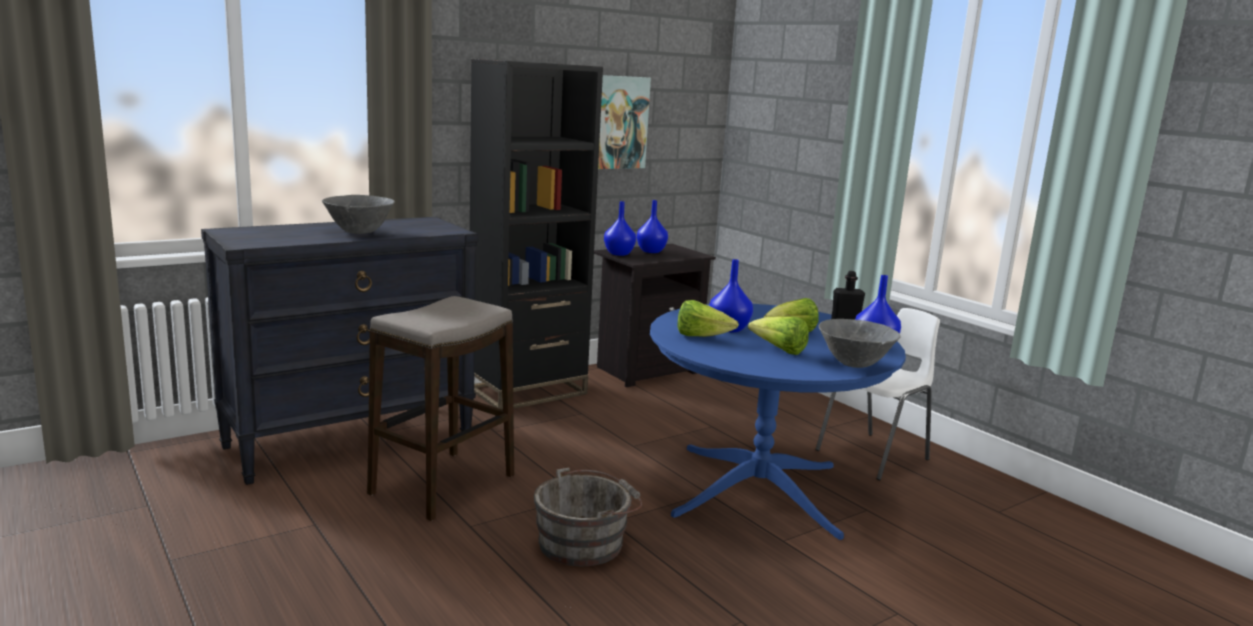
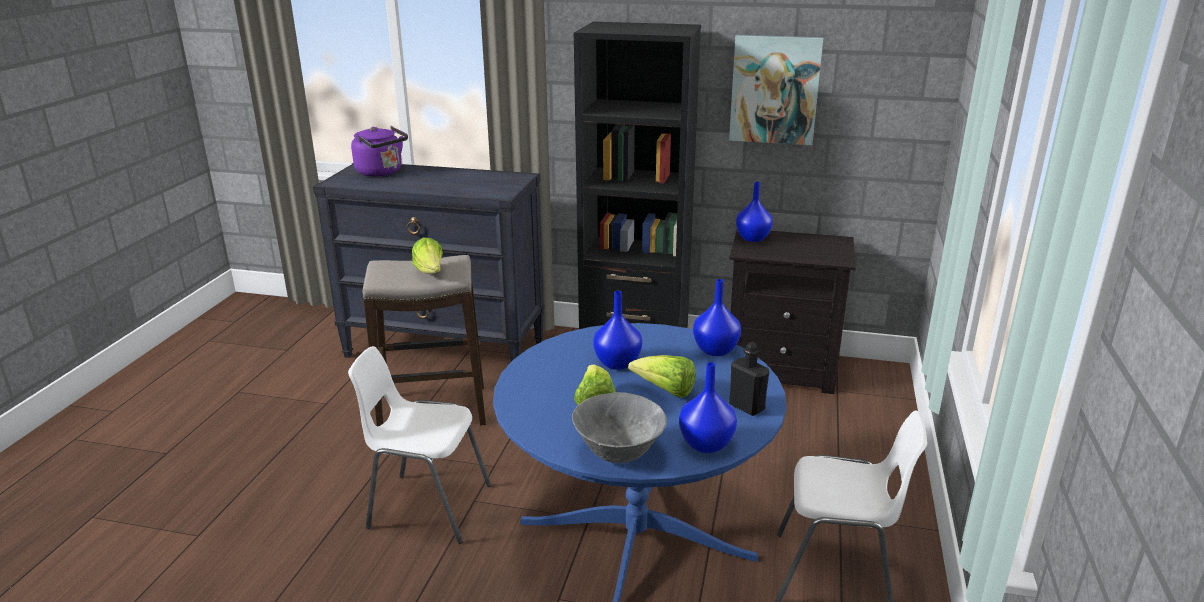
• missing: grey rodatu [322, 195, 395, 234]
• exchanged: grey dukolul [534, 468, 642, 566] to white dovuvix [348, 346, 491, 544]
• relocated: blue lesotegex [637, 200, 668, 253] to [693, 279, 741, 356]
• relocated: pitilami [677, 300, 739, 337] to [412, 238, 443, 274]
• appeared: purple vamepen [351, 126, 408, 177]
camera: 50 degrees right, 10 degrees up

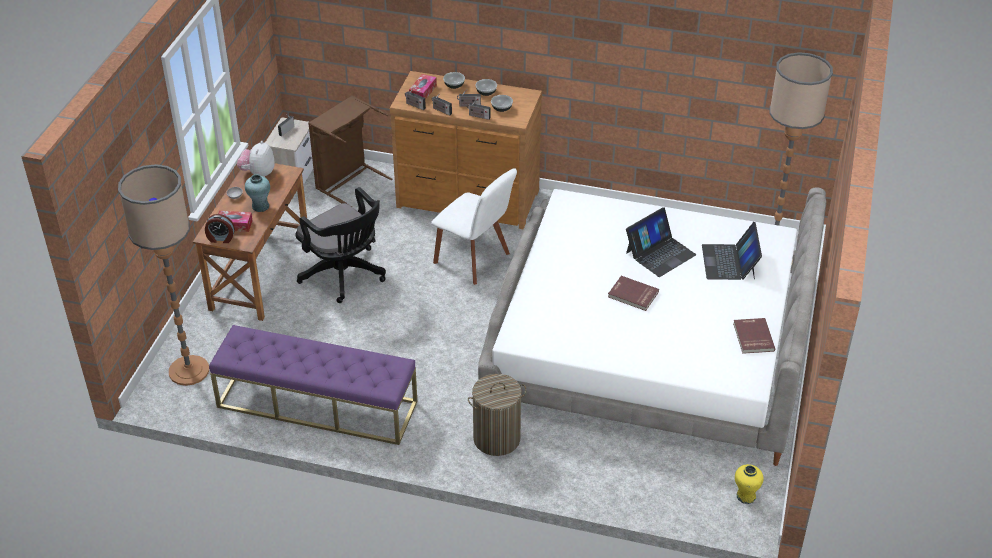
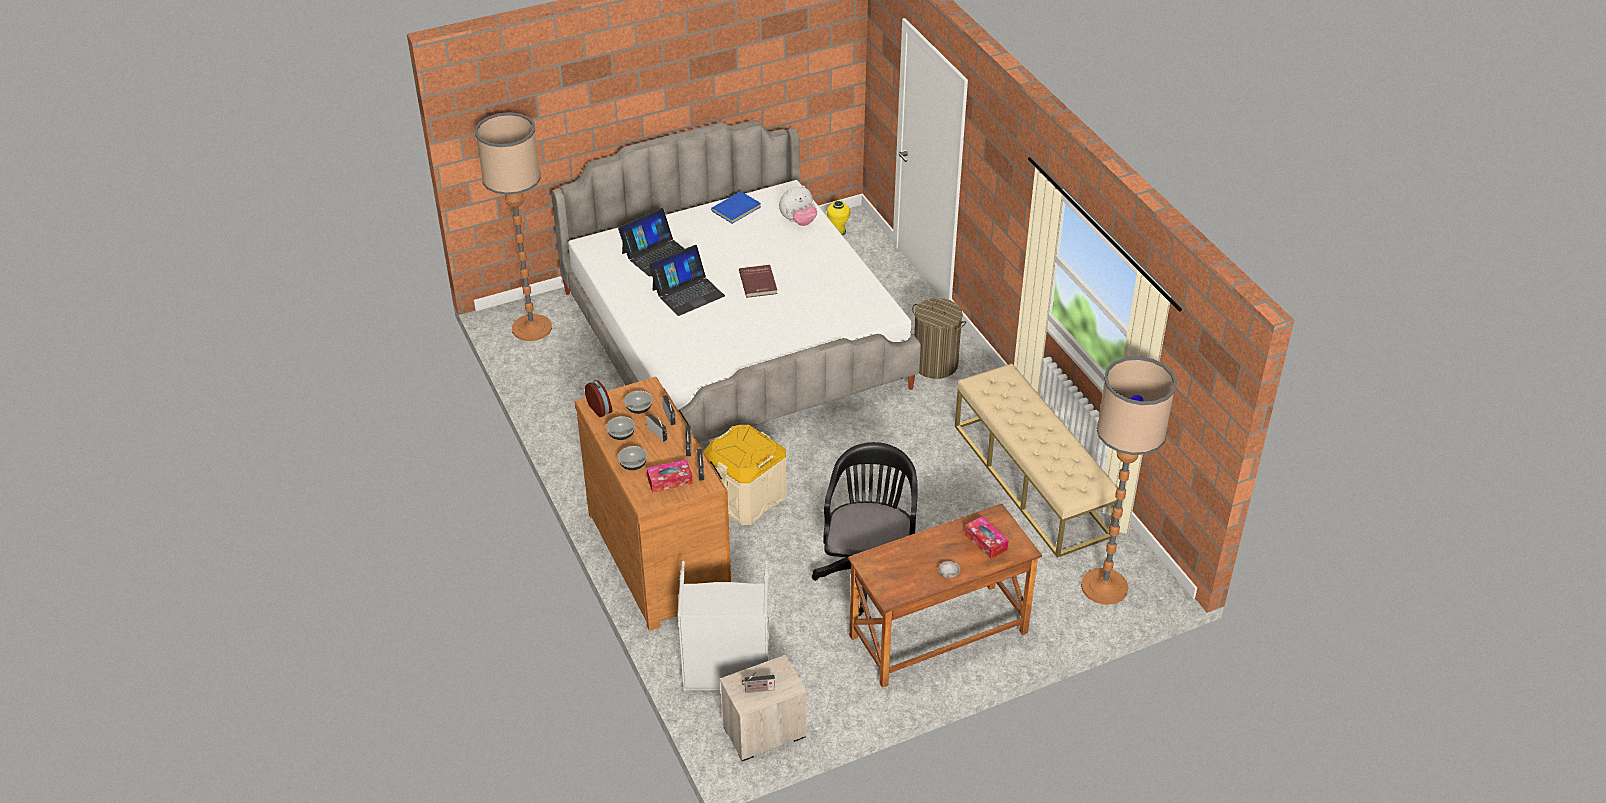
• relocated: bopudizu [205, 214, 235, 243] to [585, 380, 612, 417]
• colour: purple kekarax [209, 325, 418, 445] to beige kekarax [955, 364, 1118, 558]
• relocated: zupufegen [237, 141, 274, 177] to [779, 185, 817, 226]
• missing: turquoise lesotegex [245, 174, 270, 212]
• colour: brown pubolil [308, 95, 392, 203] to grey pubolil [677, 561, 770, 691]
• exchanged: white dovuvix [431, 168, 517, 285] to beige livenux [703, 425, 787, 525]
• spun: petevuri [626, 207, 696, 277] = [649, 245, 725, 316] 135 degrees clockwise
• colour: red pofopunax [733, 318, 775, 354] to blue pofopunax [711, 191, 761, 224]
camera: 130 degrees left, 0 degrees up

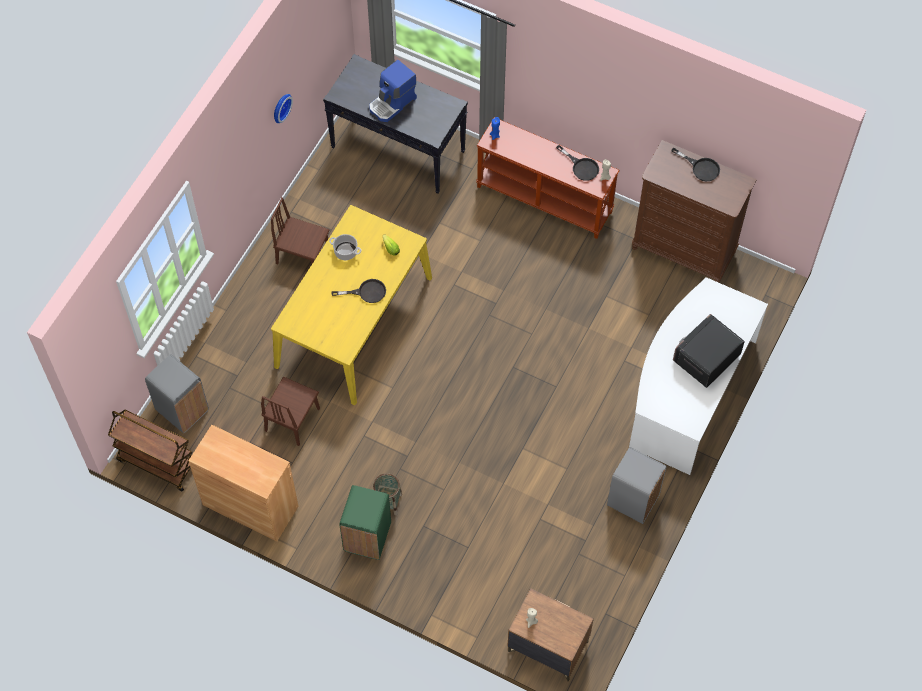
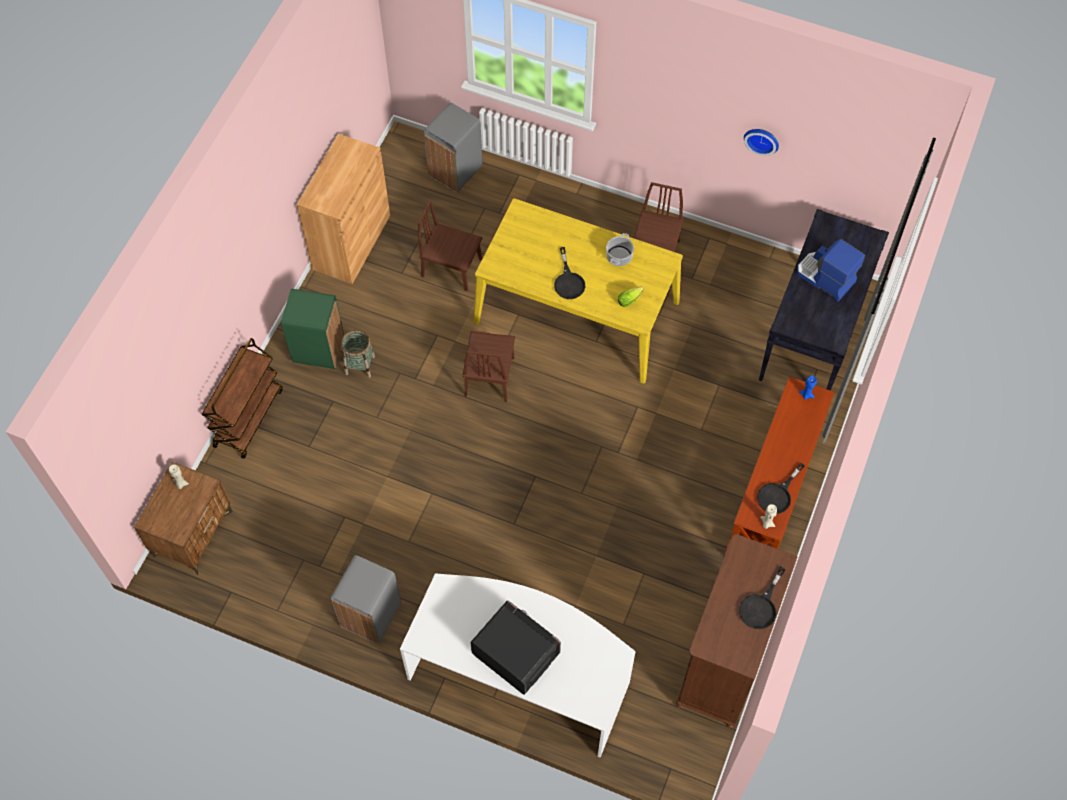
• relocated: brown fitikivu [108, 410, 192, 492] to [202, 338, 283, 459]
• appeared: brown dovuvix [462, 331, 515, 402]
camera: 85 degrees right, 0 degrees up

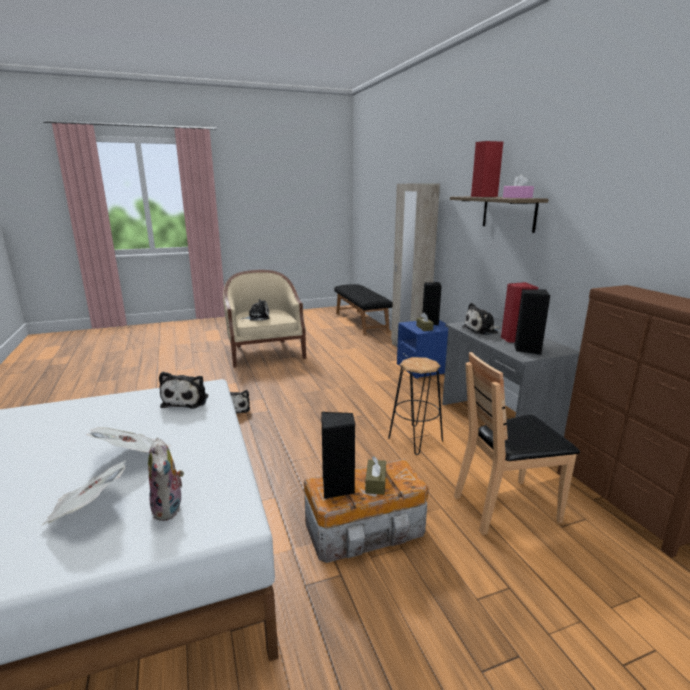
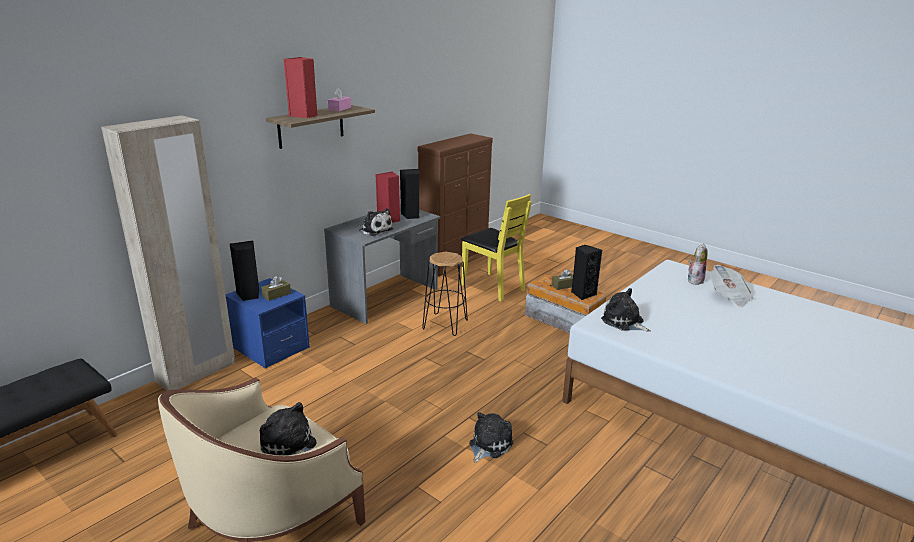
• missing: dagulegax [86, 427, 171, 453]
• spun: zupufegen [159, 372, 208, 409] = [601, 288, 651, 332] 105 degrees counterclockwise
• colour: brown dovuvix [454, 352, 580, 535] to yellow dovuvix [461, 194, 532, 301]
camera: 120 degrees left, 5 degrees up

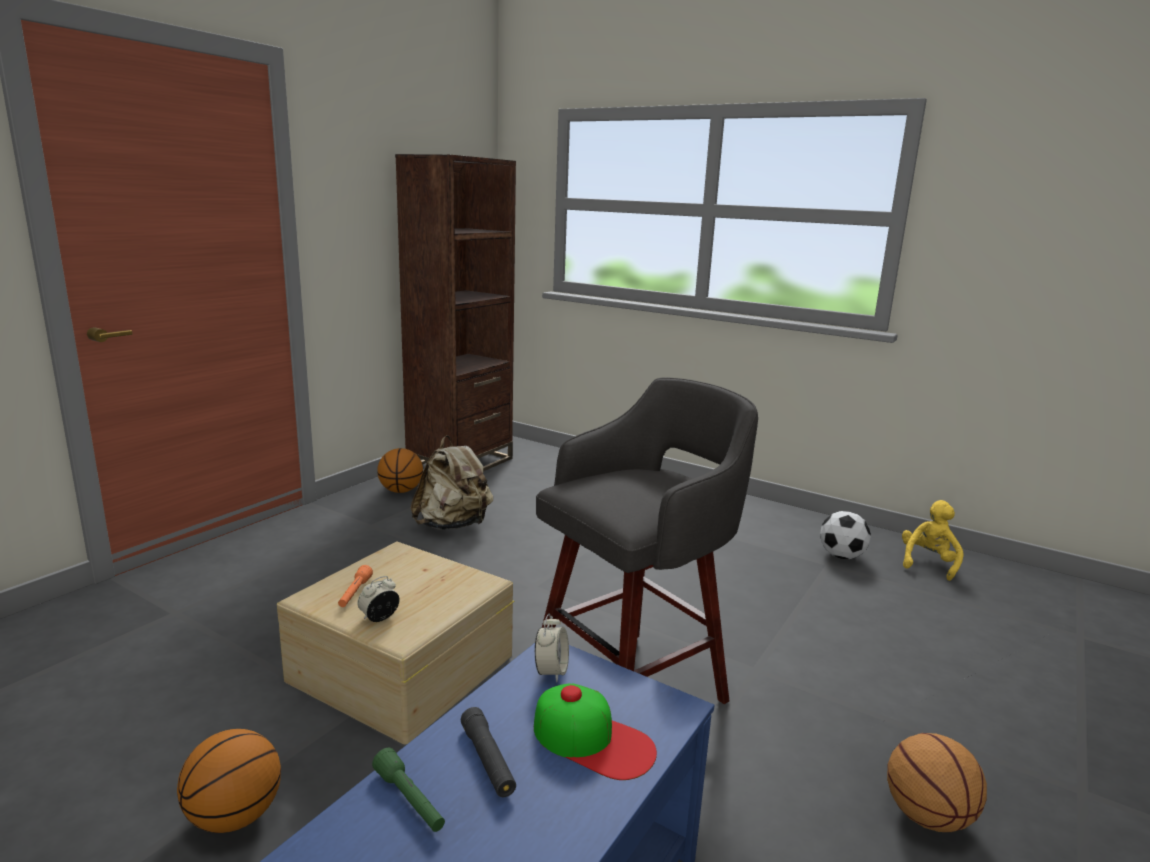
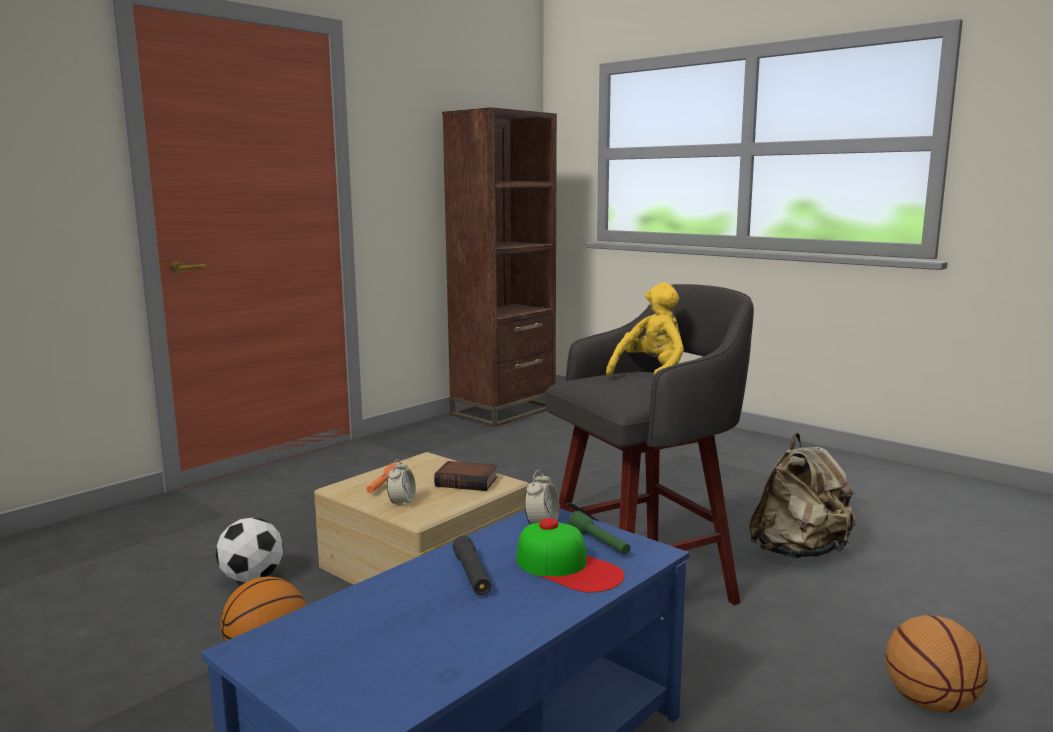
• spun: bopudizu [357, 576, 400, 622] = [387, 459, 416, 508] 135 degrees clockwise
• relocated: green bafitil [372, 748, 445, 832] to [569, 511, 631, 555]
• missing: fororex [377, 448, 423, 493]
• relocated: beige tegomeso [410, 435, 493, 530] to [749, 433, 856, 558]
• relocated: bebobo [820, 511, 871, 559] to [216, 517, 283, 583]
• relocated: yellow zupufegen [902, 500, 964, 581] to [606, 283, 684, 376]
• appeared: pofopunax [434, 461, 497, 491]
camera: 10 degrees right, 5 degrees down

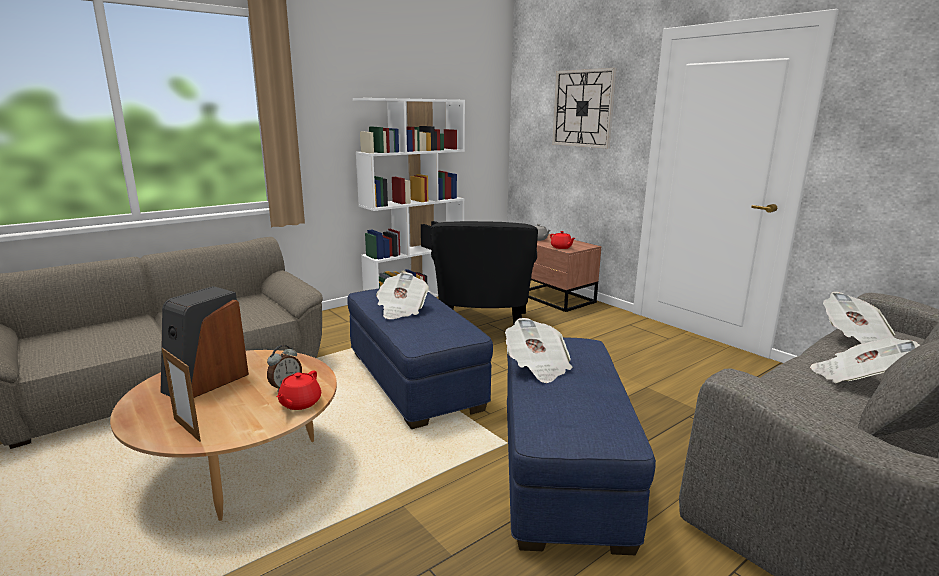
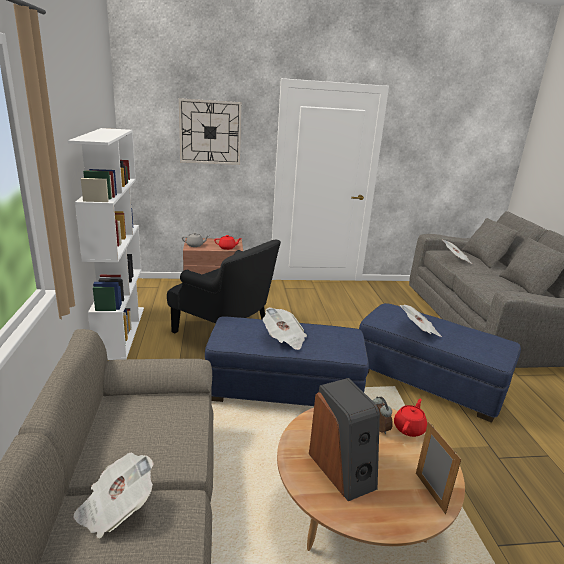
• spun: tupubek [162, 347, 201, 442] = [416, 421, 461, 514] 90 degrees counterclockwise
• spun: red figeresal [277, 371, 321, 410] = [394, 398, 427, 437] 105 degrees counterclockwise
• relocated: dagulegax [810, 338, 920, 383] to [73, 452, 154, 539]
camera: 60 degrees left, 5 degrees up

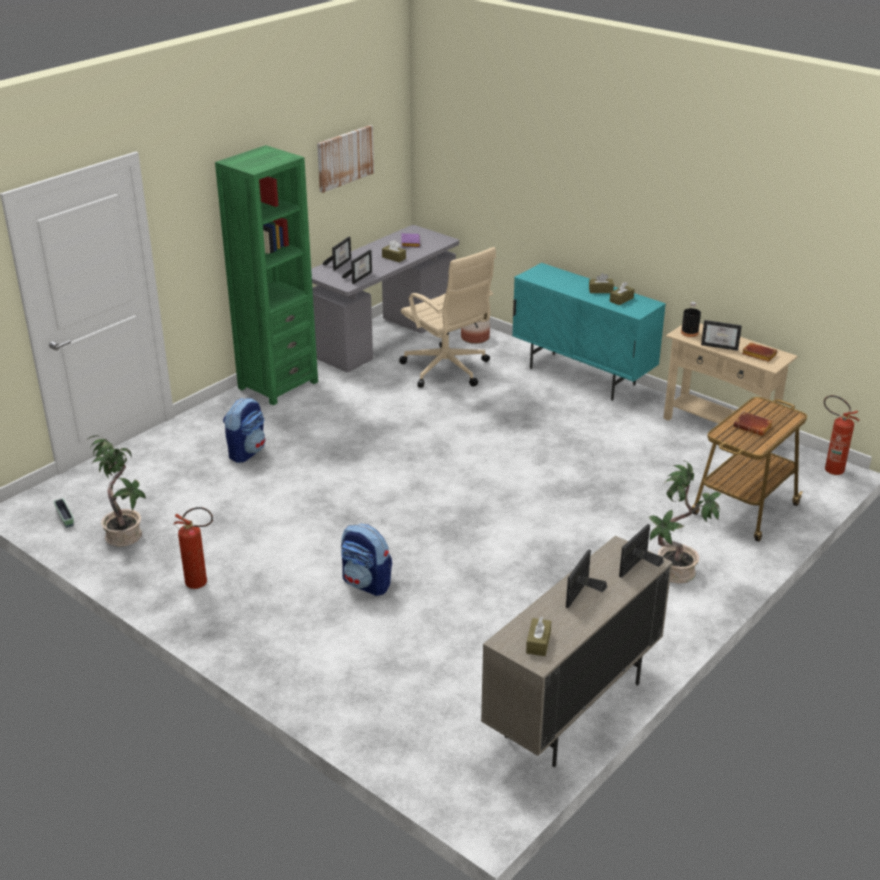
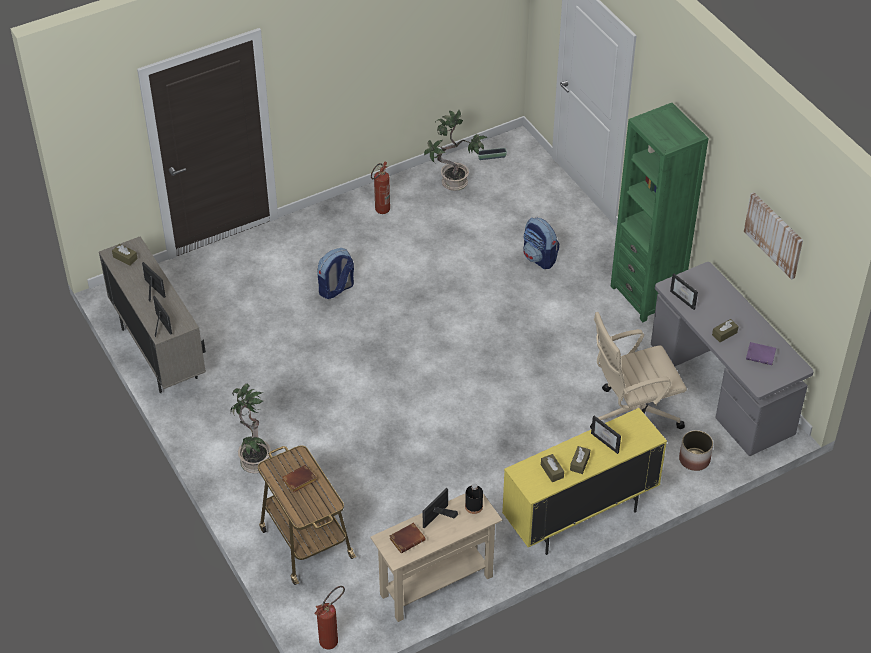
• relocated: tupubek [323, 237, 351, 271] to [591, 416, 621, 454]
• colour: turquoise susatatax [512, 263, 666, 401] to yellow susatatax [502, 408, 667, 555]
camera: 110 degrees right, 15 degrees up

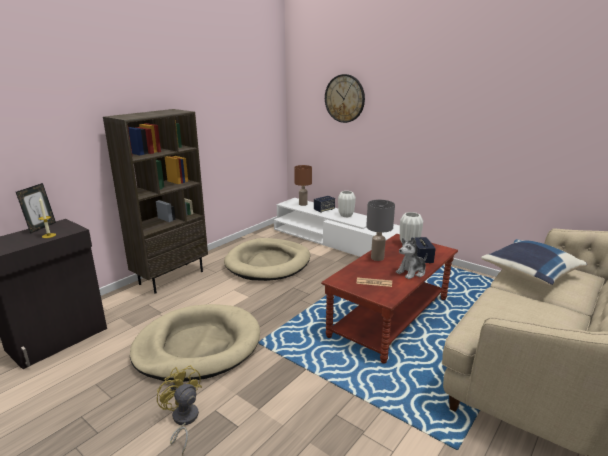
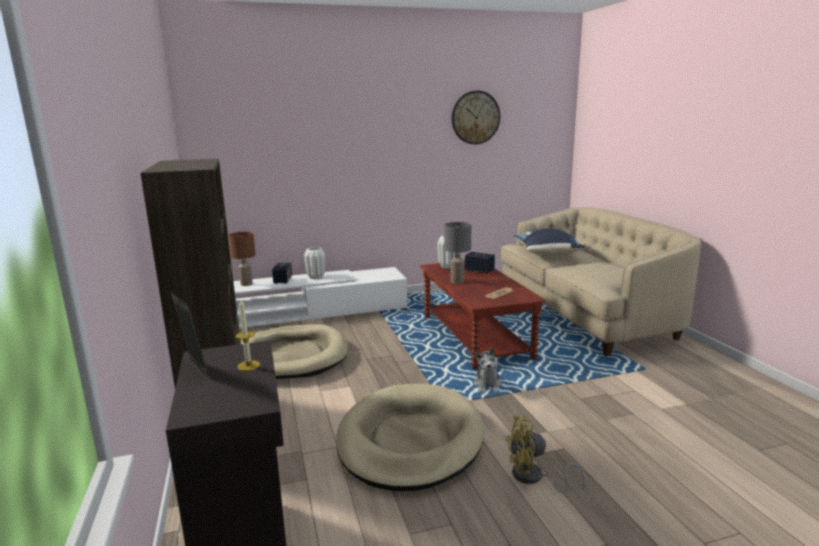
• relocated: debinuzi [325, 74, 365, 123] to [452, 91, 500, 144]
• relocated: zupufegen [396, 237, 427, 279] to [474, 347, 502, 392]
camera: 55 degrees left, 5 degrees down

